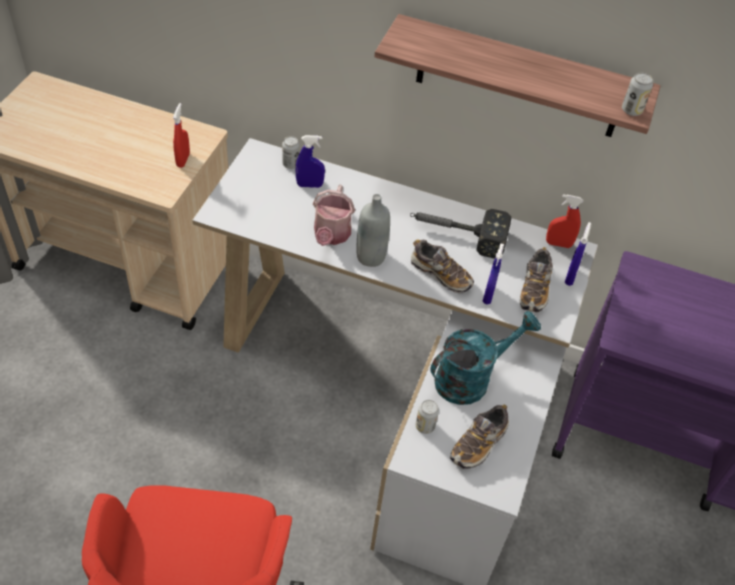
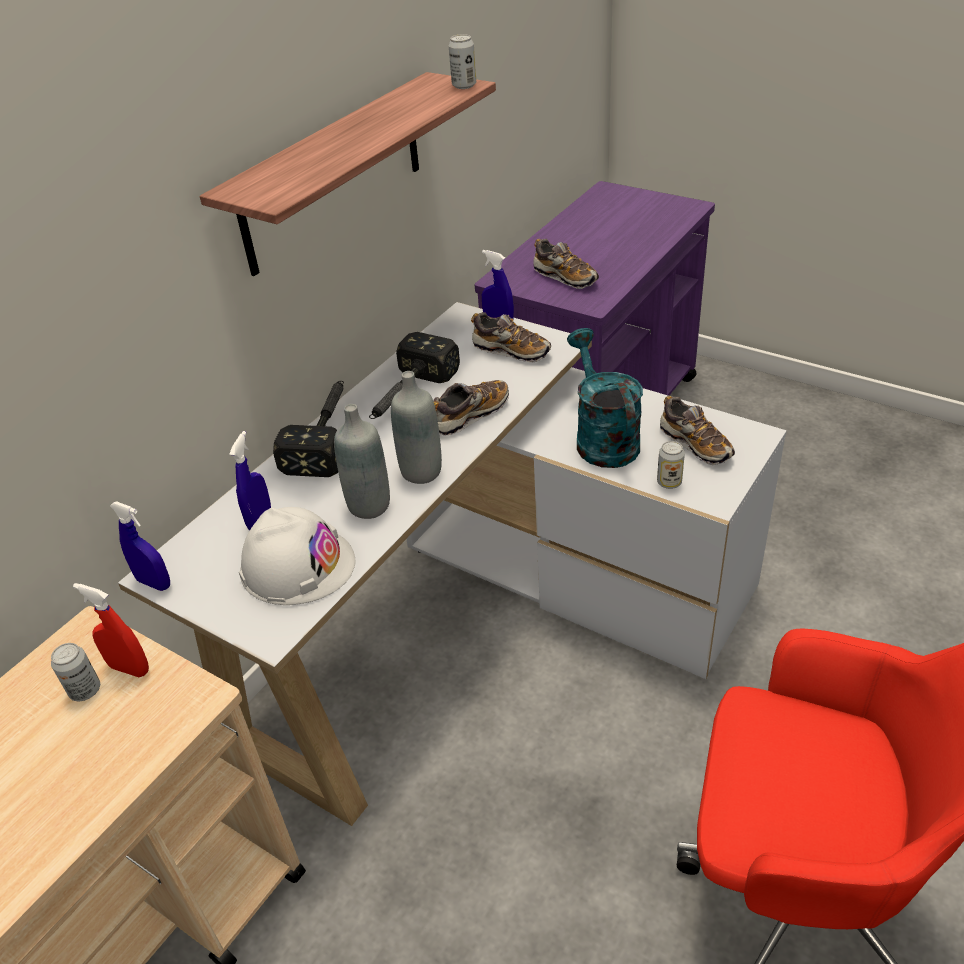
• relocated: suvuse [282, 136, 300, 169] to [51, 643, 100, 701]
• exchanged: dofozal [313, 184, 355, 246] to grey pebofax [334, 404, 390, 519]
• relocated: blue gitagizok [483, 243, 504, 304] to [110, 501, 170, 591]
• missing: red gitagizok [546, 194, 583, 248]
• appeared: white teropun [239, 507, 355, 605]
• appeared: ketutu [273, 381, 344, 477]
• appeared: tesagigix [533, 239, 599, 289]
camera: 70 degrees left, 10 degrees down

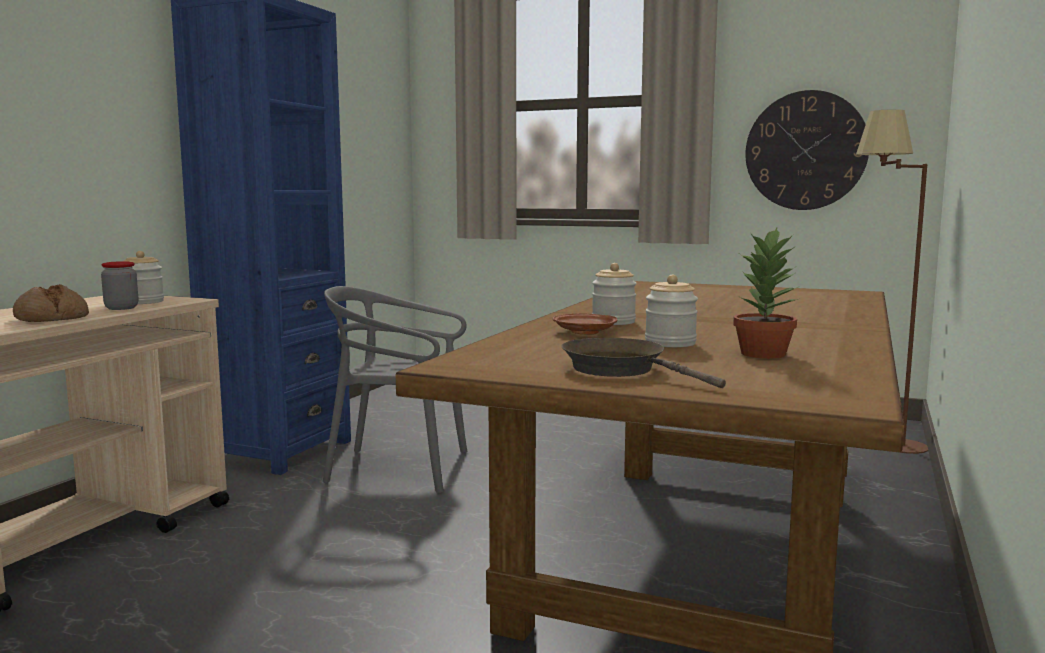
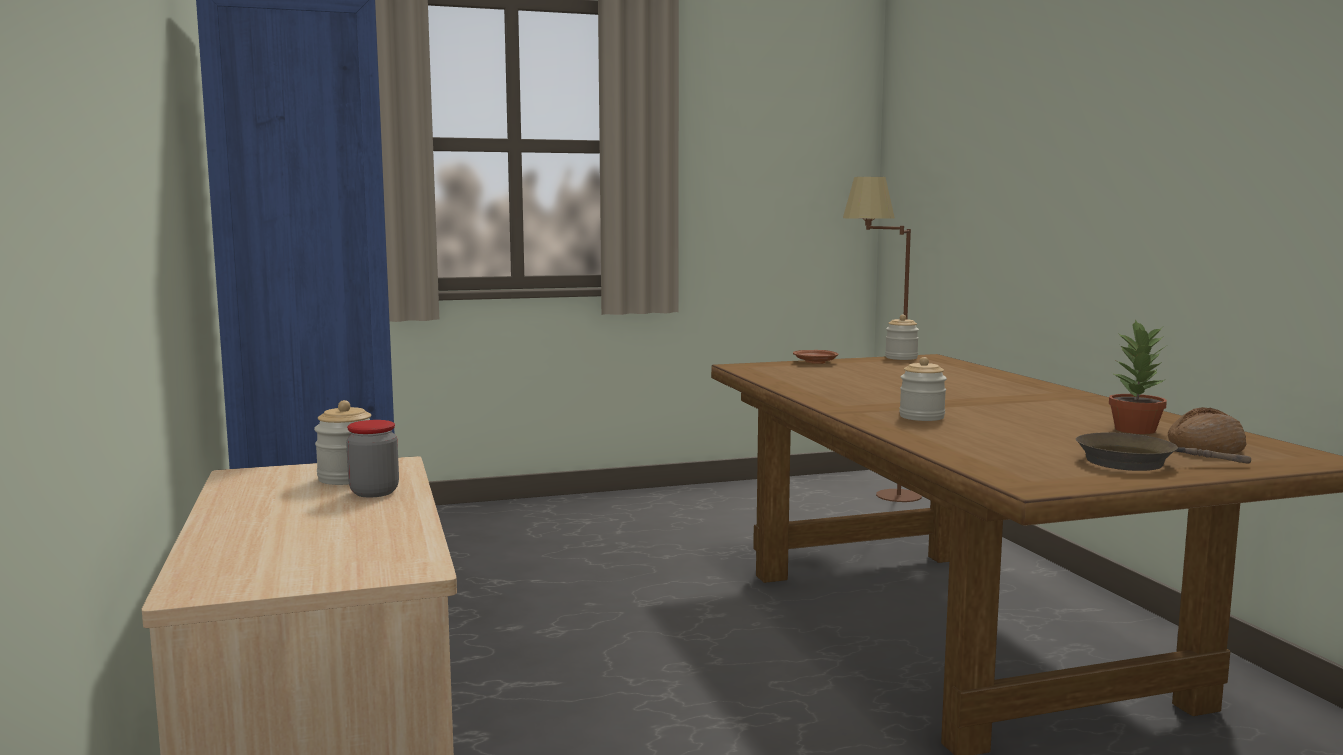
• relocated: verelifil [13, 284, 89, 322] to [1168, 407, 1246, 454]
• missing: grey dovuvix [323, 286, 467, 493]
• relocated: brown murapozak [553, 313, 617, 335] to [793, 350, 838, 364]
• relocated: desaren [645, 275, 698, 347] to [885, 315, 919, 360]
• missing: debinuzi [745, 90, 869, 210]
camera: 40 degrees left, 0 degrees up

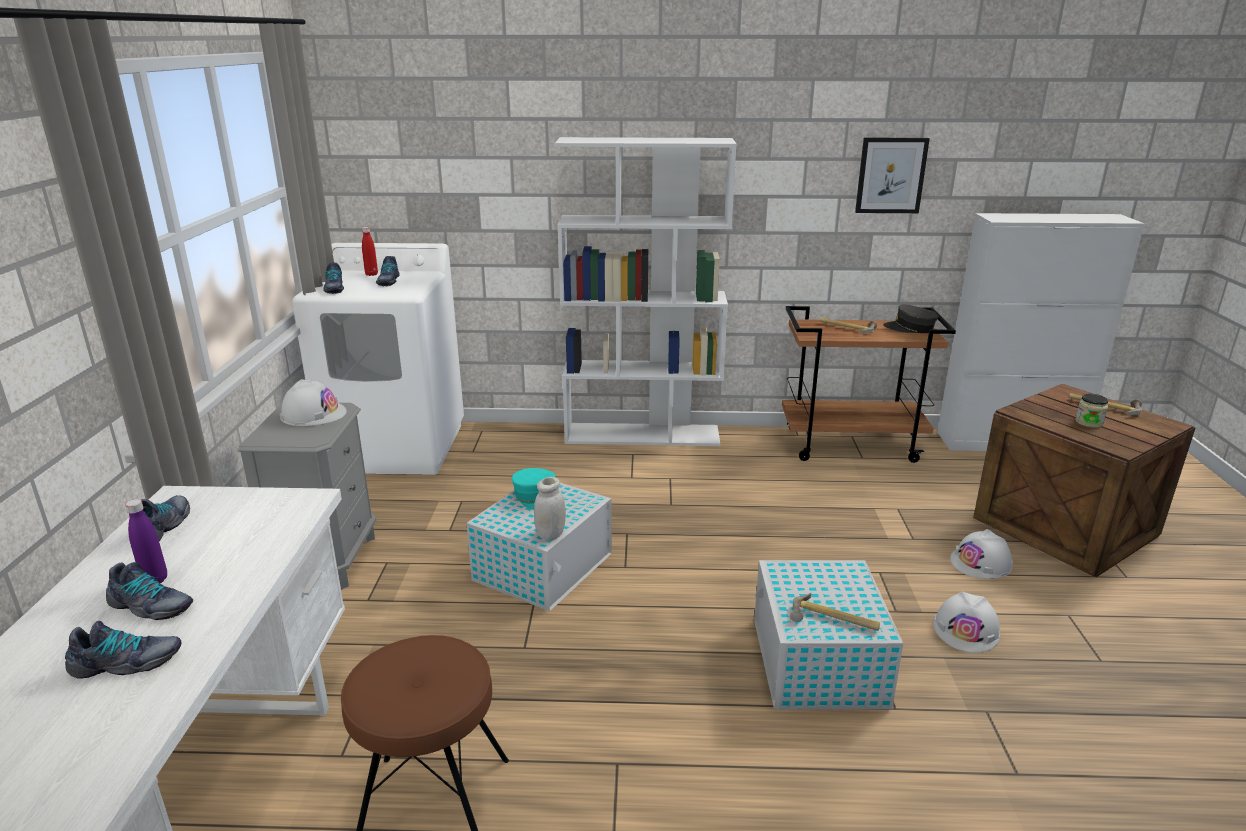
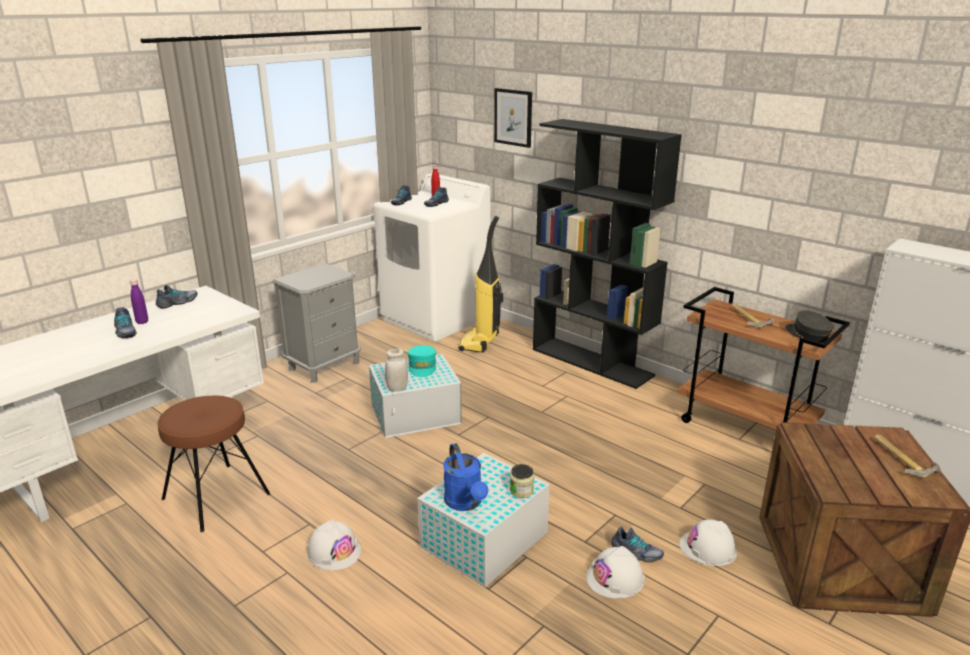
• relocated: tesagigix [65, 621, 182, 679] to [611, 526, 664, 562]
• relocated: white teropun [280, 379, 347, 426] to [307, 519, 361, 570]
• colour: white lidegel [555, 137, 737, 446] to black lidegel [533, 119, 682, 389]
• exchanged: ketutu [790, 593, 880, 631] to blue dofozal [443, 443, 488, 511]
• relocated: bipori [855, 138, 930, 213] to [494, 88, 532, 148]
• relocated: desaren [1075, 394, 1108, 428] to [510, 464, 534, 498]
• appeared: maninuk [458, 216, 503, 353]
camera: 40 degrees right, 0 degrees up

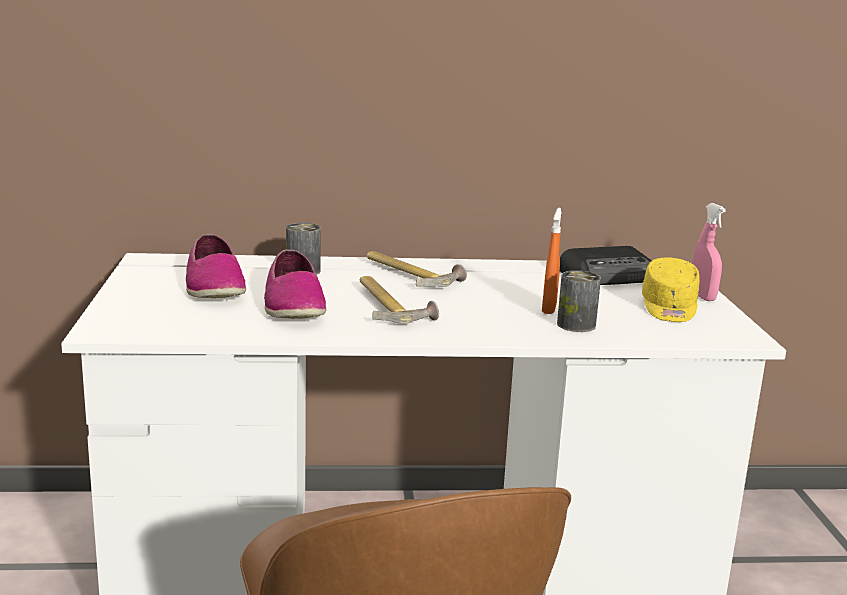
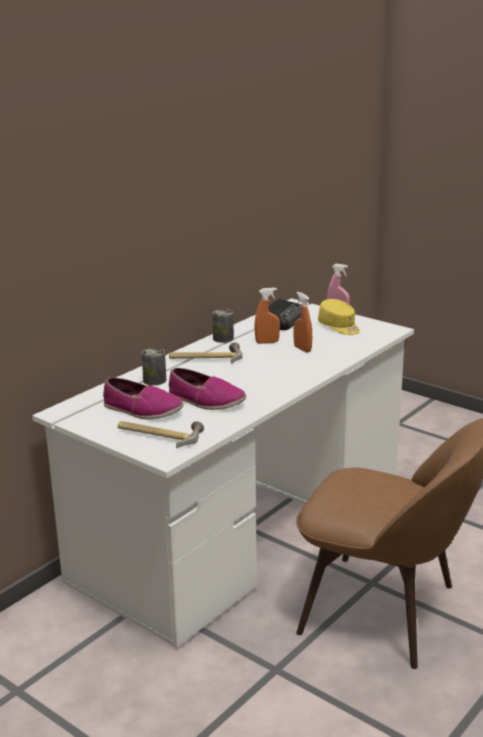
• relocated: ketutu [359, 276, 439, 324] to [118, 421, 204, 448]
• relocated: suvuse [557, 270, 601, 332] to [212, 309, 234, 343]
• appeared: orange gitagizok [254, 287, 280, 344]
camera: 45 degrees left, 5 degrees up

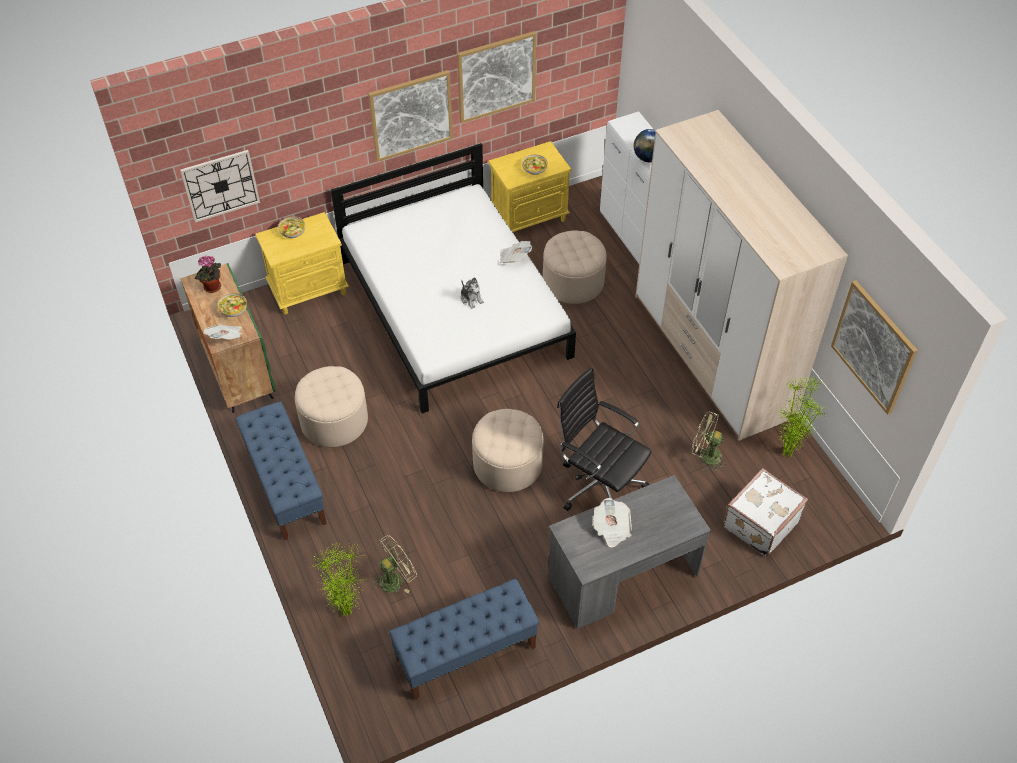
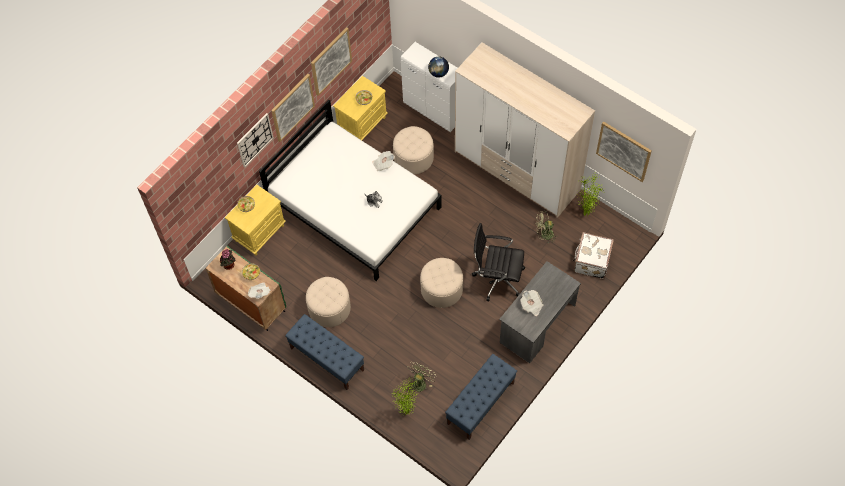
• relocated: debinuzi [180, 150, 260, 223] to [237, 113, 274, 167]
camera: 25 degrees left, 10 degrees up

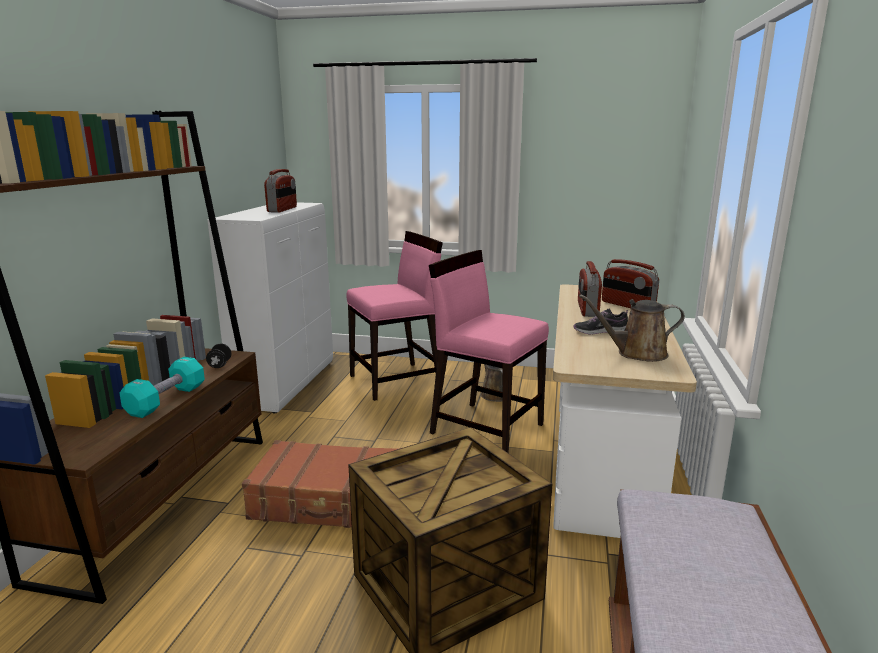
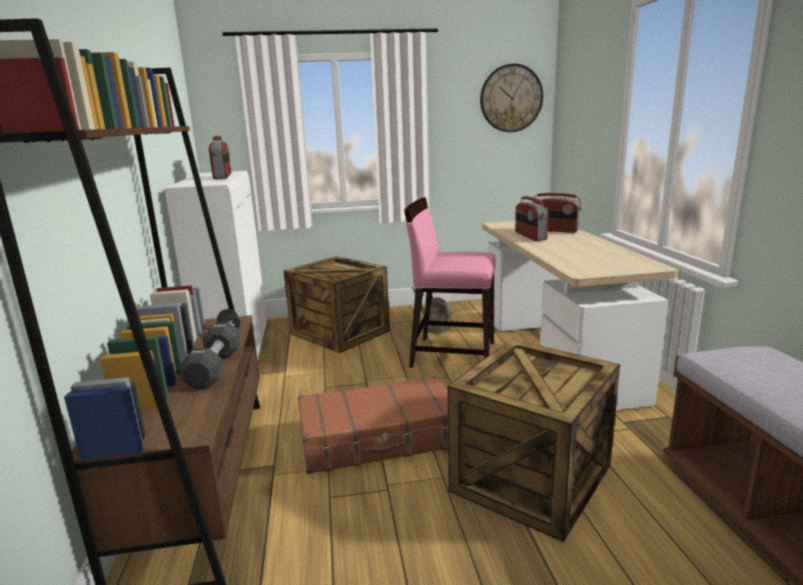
• colour: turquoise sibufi [120, 357, 205, 418] to black sibufi [179, 322, 241, 389]
• exchanged: pink dovuvix [346, 231, 443, 401] to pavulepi [284, 256, 390, 353]
• missing: tesagigix [573, 309, 628, 335]
• missing: brown dofozal [579, 294, 685, 362]
• appeared: debinuzi [480, 64, 543, 132]
camera: 20 degrees left, 0 degrees up

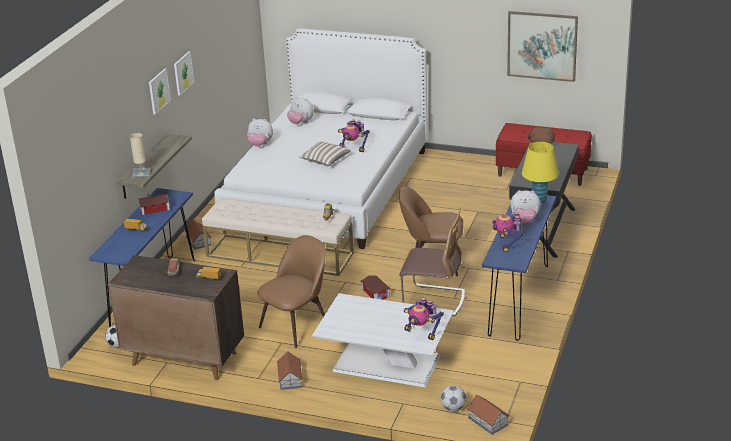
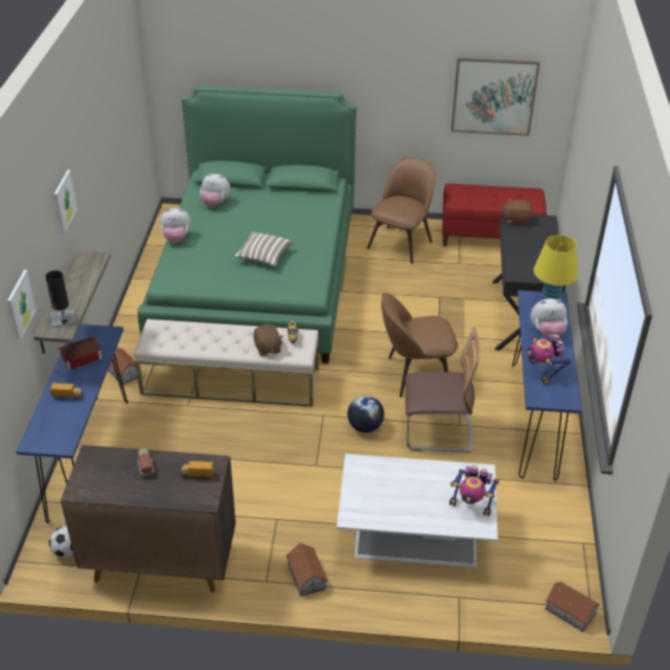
• colour: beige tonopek [130, 133, 151, 177] to black tonopek [45, 270, 75, 328]
• relocated: bipori [174, 51, 194, 96] to [7, 270, 36, 341]
• colour: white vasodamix [214, 29, 427, 249] to green vasodamix [137, 86, 356, 364]
• relocated: brown dovuvix [257, 235, 326, 348] to [367, 157, 436, 264]
• missing: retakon [338, 120, 370, 152]
• exchanged: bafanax [361, 275, 390, 300] to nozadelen [347, 396, 384, 433]
• missing: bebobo [440, 385, 466, 411]
• appeared: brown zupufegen [253, 324, 283, 356]
camera: 15 degrees left, 10 degrees up

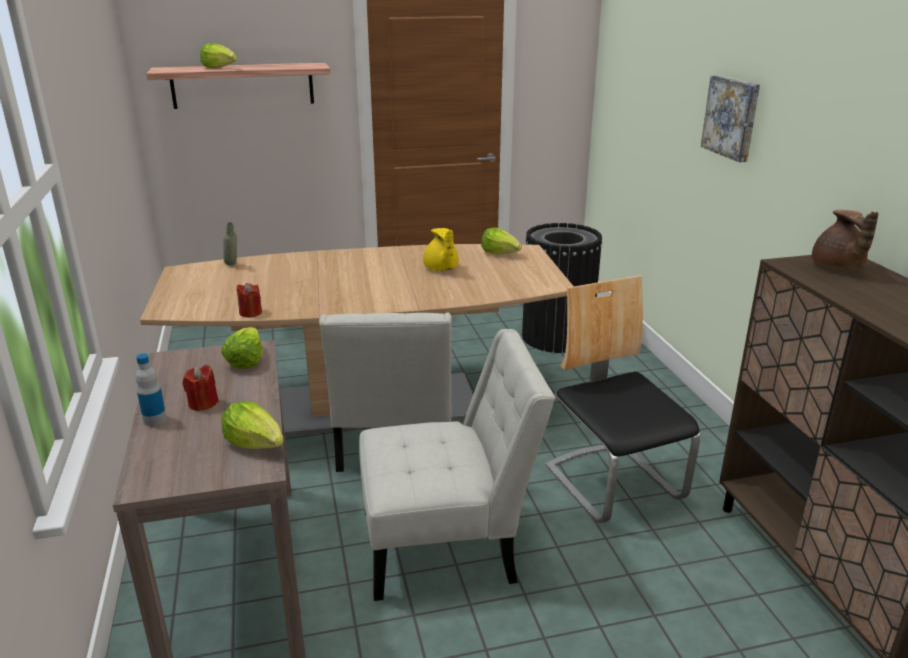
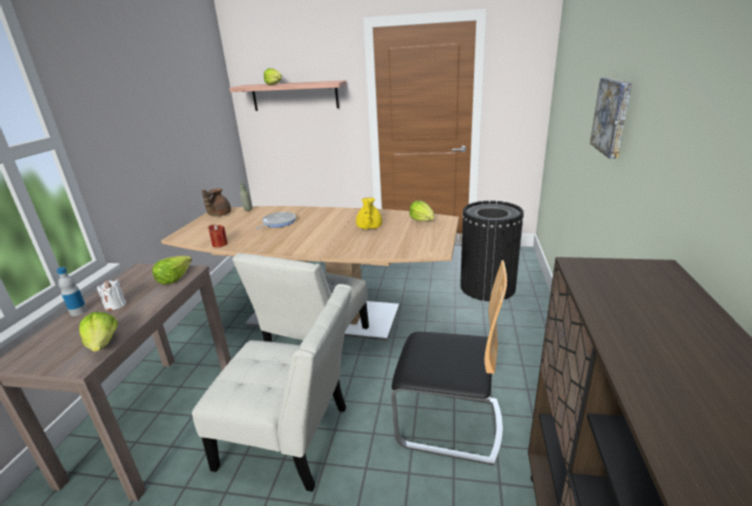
• colour: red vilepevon [183, 365, 219, 411] to white vilepevon [97, 280, 126, 311]
• spun: dovuvix [546, 275, 700, 523] = [391, 260, 507, 466] 105 degrees clockwise
• relocated: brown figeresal [812, 210, 878, 270] to [202, 188, 231, 216]
• appeared: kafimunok [255, 212, 296, 229]
camera: 25 degrees right, 0 degrees up

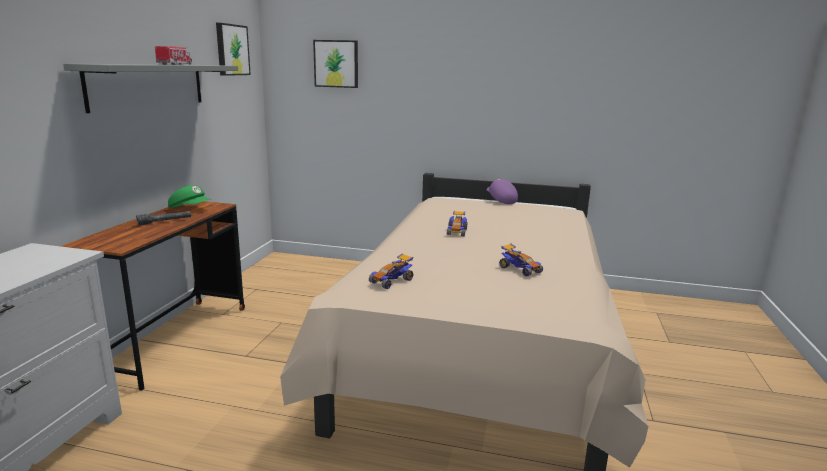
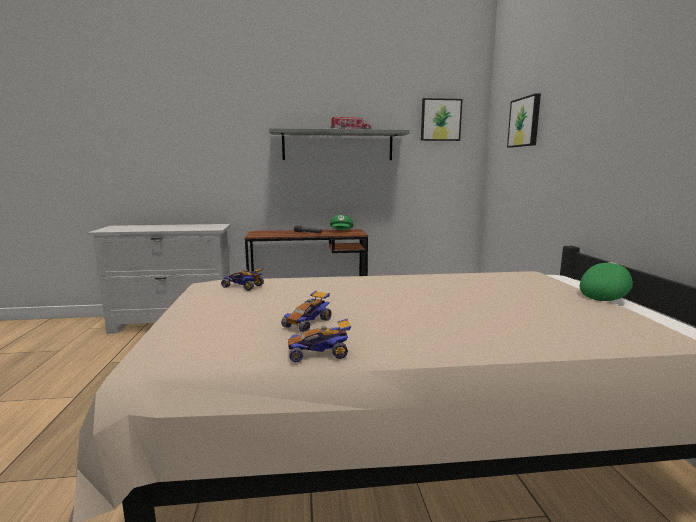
• relocated: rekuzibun [447, 211, 467, 236] to [288, 318, 352, 363]
• colour: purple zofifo [486, 179, 518, 204] to green zofifo [580, 262, 633, 301]
camera: 70 degrees right, 5 degrees down

